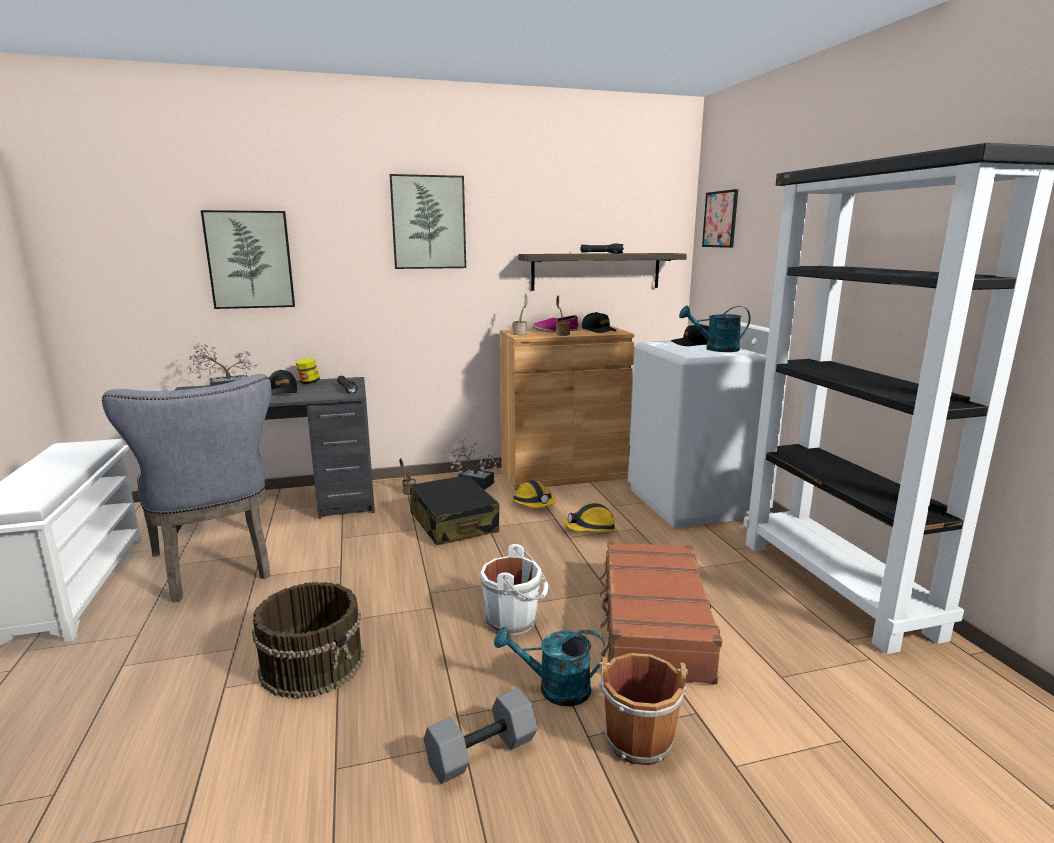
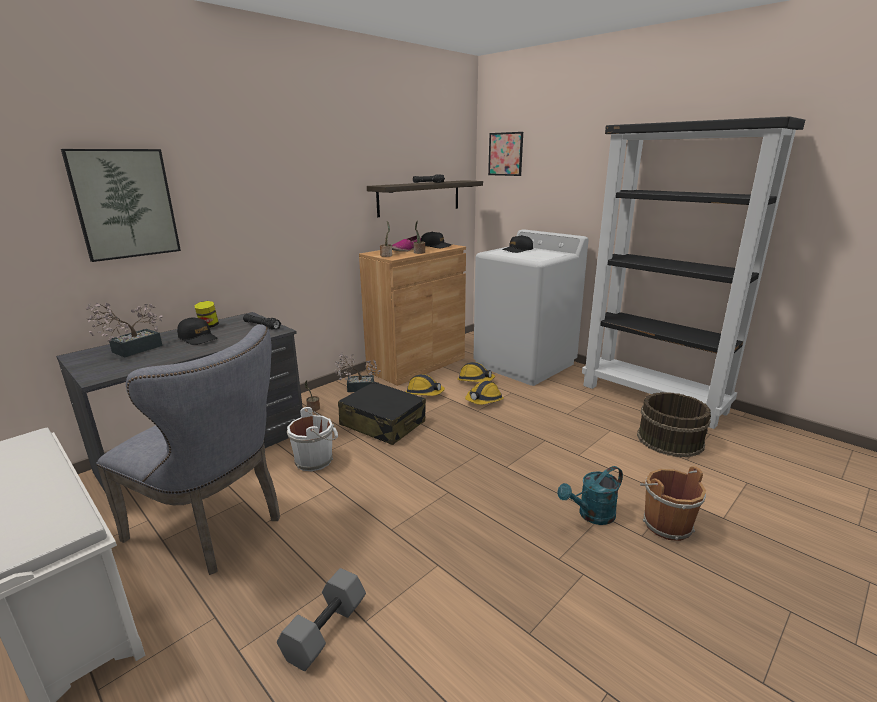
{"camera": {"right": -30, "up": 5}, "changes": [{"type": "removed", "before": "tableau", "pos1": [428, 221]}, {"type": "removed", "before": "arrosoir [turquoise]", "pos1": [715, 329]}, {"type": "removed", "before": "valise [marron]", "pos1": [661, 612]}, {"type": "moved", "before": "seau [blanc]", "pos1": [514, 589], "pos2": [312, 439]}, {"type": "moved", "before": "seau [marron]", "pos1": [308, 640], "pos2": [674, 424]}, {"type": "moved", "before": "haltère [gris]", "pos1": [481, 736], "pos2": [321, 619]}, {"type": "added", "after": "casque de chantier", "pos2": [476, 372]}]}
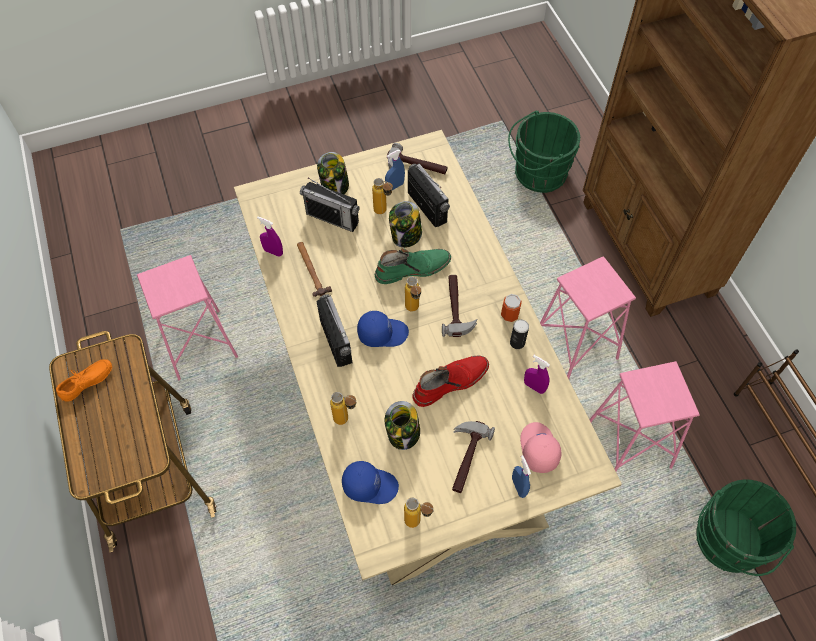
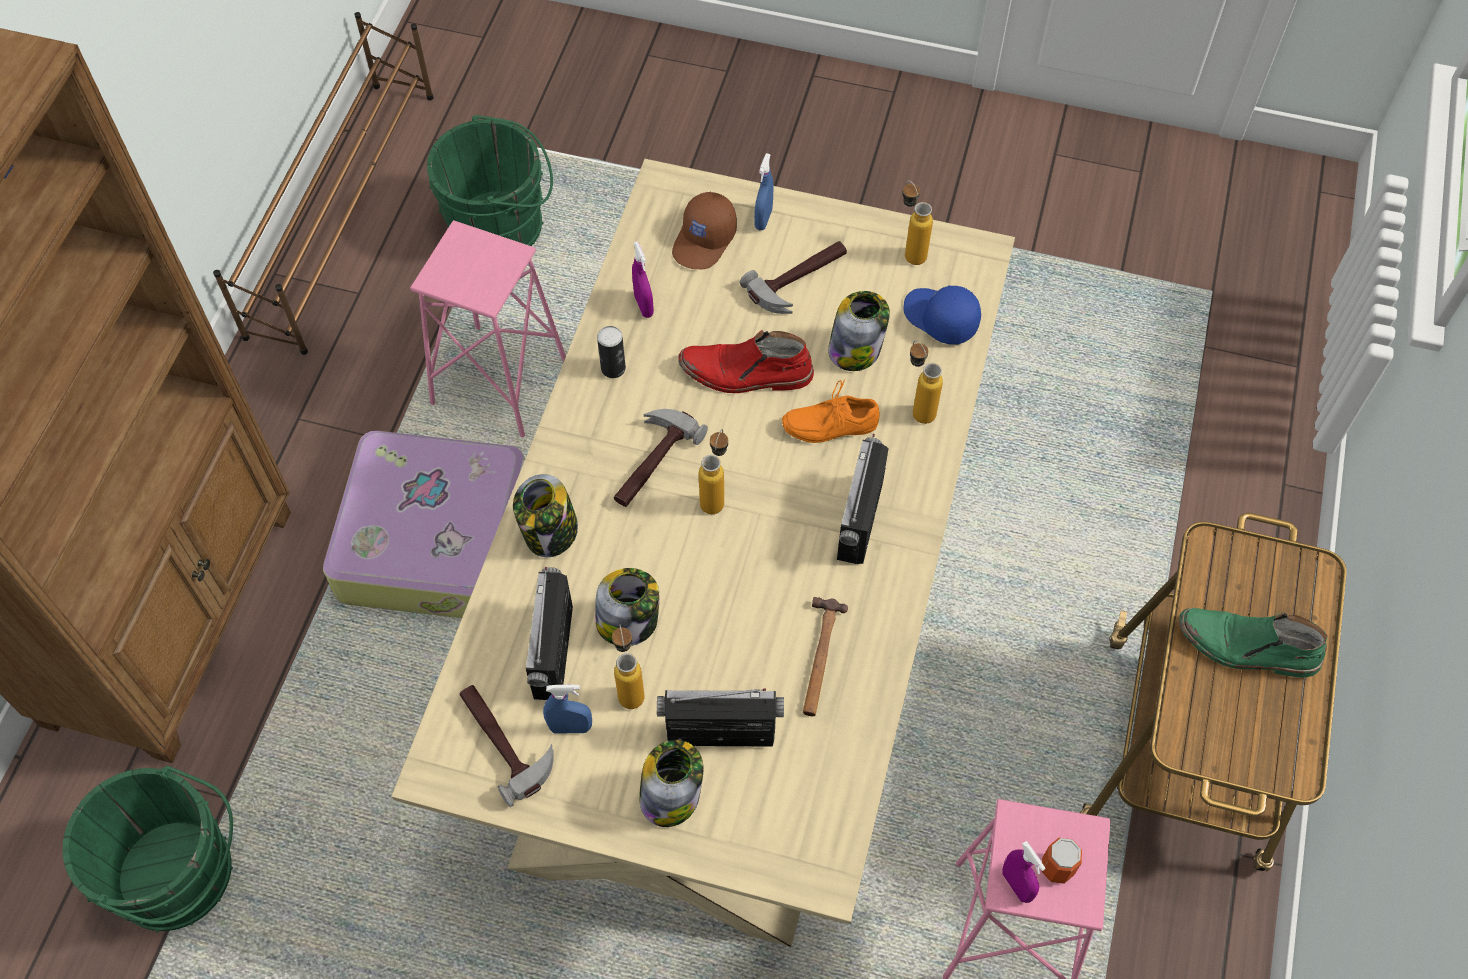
{"camera": {"right": -145, "up": 0}, "changes": [{"type": "turned", "before": "radio", "pos1": [330, 205], "pos2": [720, 717], "turn": -60}, {"type": "moved", "before": "vaporisateur [violet]", "pos1": [270, 236], "pos2": [1024, 872]}, {"type": "moved", "before": "botte [vert]", "pos1": [413, 266], "pos2": [1253, 643]}, {"type": "replaced", "before": "tabouret [rose]", "after": "valise", "pos1": [588, 317], "pos2": [424, 524]}, {"type": "moved", "before": "boîte métallique", "pos1": [511, 308], "pos2": [1062, 861]}, {"type": "removed", "before": "casquette [bleu]", "pos1": [383, 329]}, {"type": "moved", "before": "chaussure [orange]", "pos1": [84, 380], "pos2": [831, 411]}, {"type": "recoloured", "before": "casquette [rose]", "after": "casquette [marron]", "pos1": [540, 447], "pos2": [704, 230]}, {"type": "added", "after": "bocal", "pos2": [545, 515]}]}
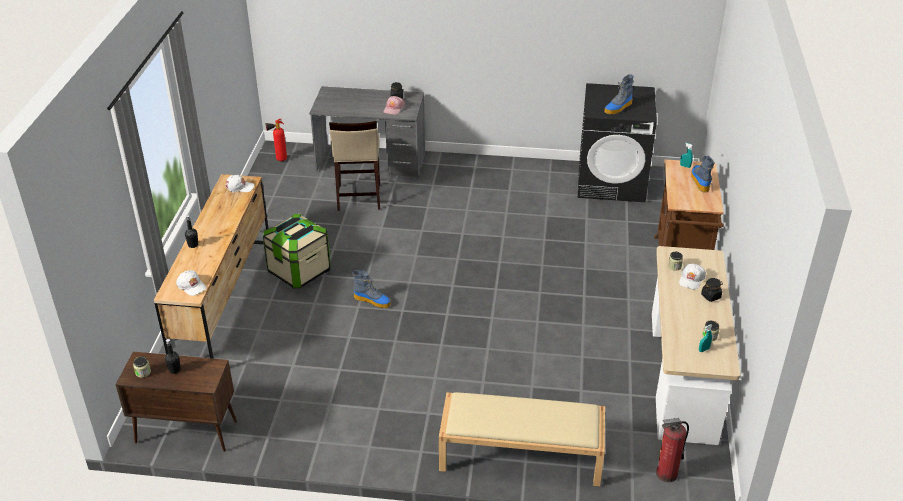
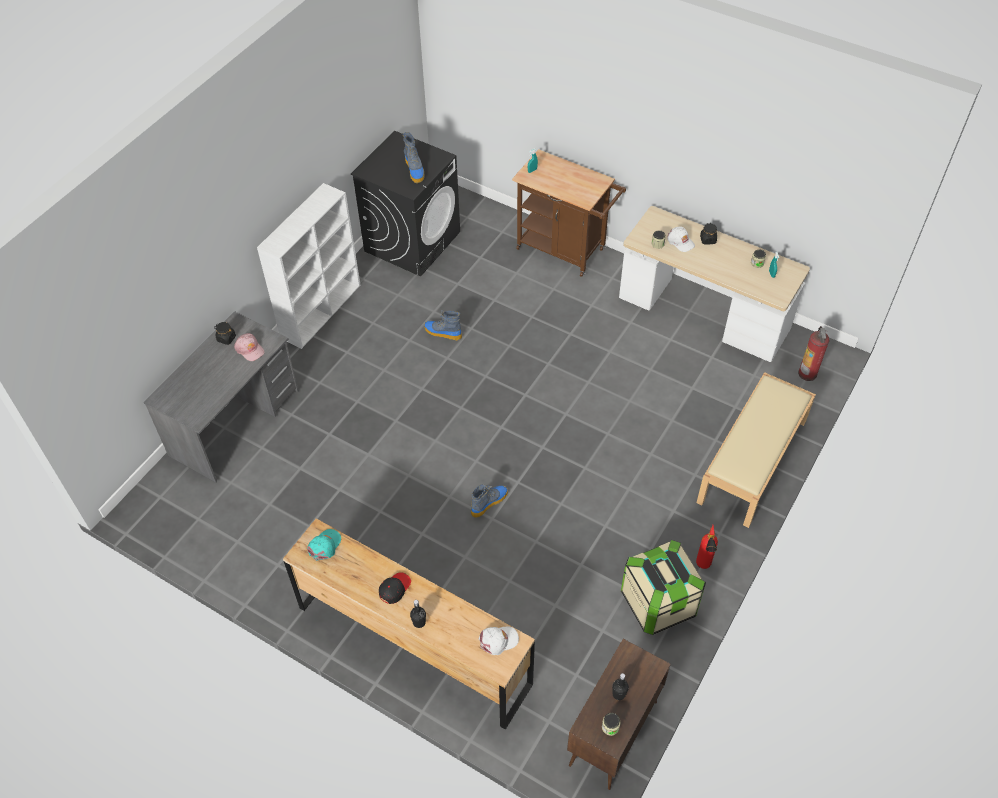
{"camera": {"right": -65, "up": 15}, "changes": [{"type": "moved", "before": "extincteur", "pos1": [276, 140], "pos2": [707, 547]}, {"type": "removed", "before": "tabouret [beige]", "pos1": [354, 166]}, {"type": "moved", "before": "botte", "pos1": [703, 174], "pos2": [443, 325]}, {"type": "recoloured", "before": "casquette [blanc]", "after": "casquette [turquoise]", "pos1": [239, 183], "pos2": [324, 545]}, {"type": "moved", "before": "boîte de rangement", "pos1": [297, 251], "pos2": [663, 587]}, {"type": "added", "after": "bibliothèque [blanc]", "pos2": [308, 266]}, {"type": "added", "after": "casquette [noir]", "pos2": [395, 588]}]}
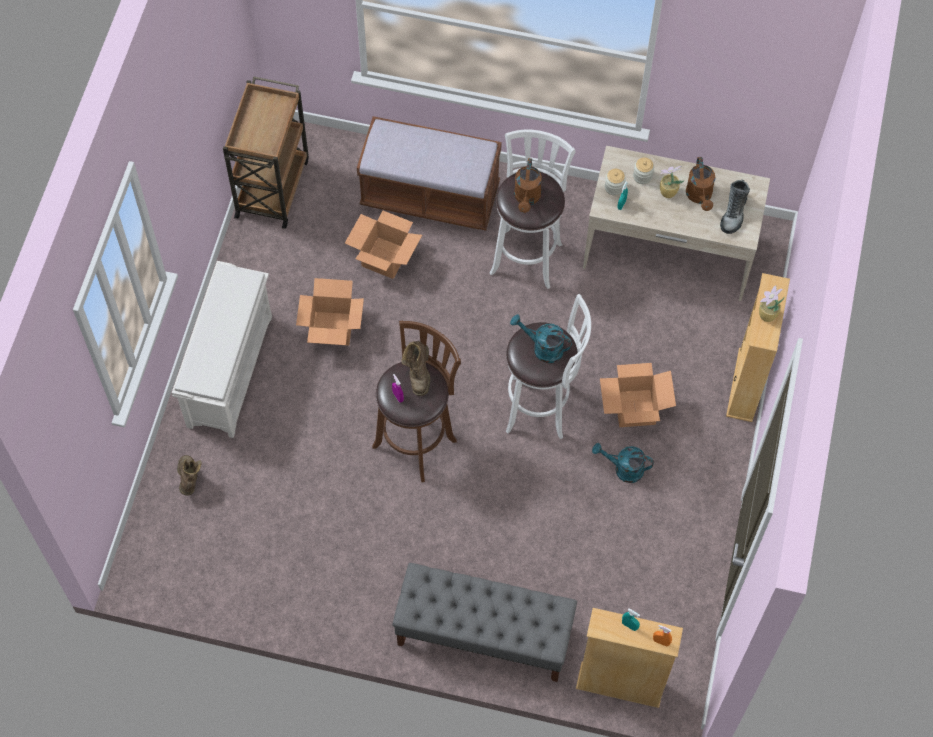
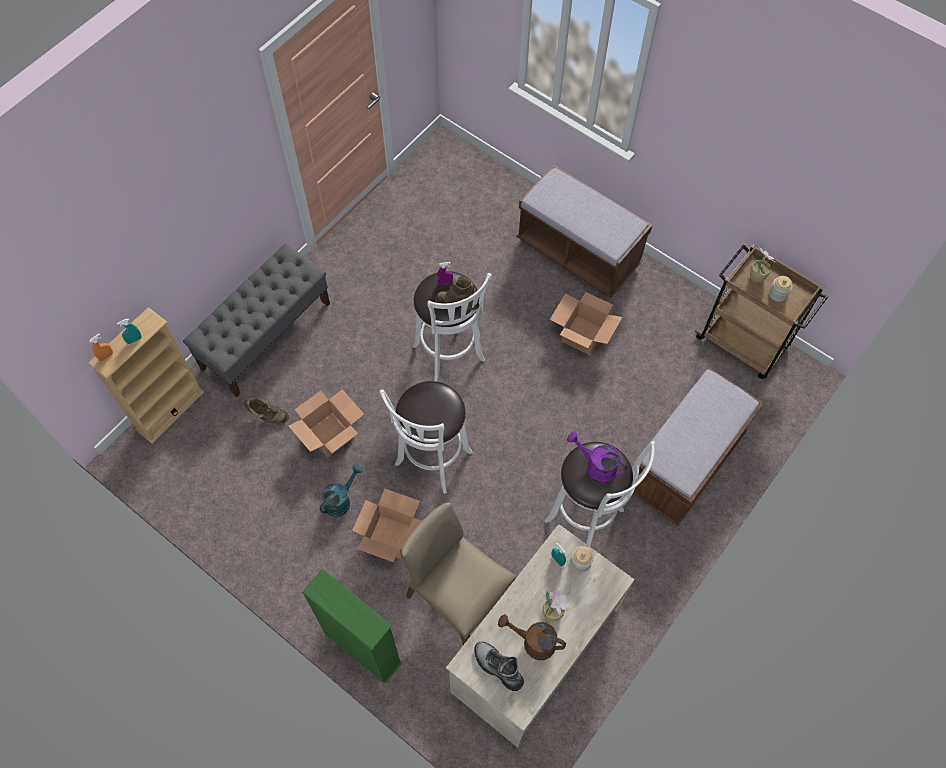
{"camera": {"right": 115, "up": 0}, "changes": [{"type": "recoloured", "before": "arrosoir [marron]", "after": "arrosoir [violet]", "pos1": [528, 185], "pos2": [597, 458]}, {"type": "moved", "before": "bocal", "pos1": [643, 171], "pos2": [781, 289]}, {"type": "moved", "before": "carton", "pos1": [383, 245], "pos2": [326, 424]}, {"type": "replaced", "before": "étagère à chaussures [blanc]", "after": "banc [marron]", "pos1": [222, 349], "pos2": [584, 230]}, {"type": "recoloured", "before": "bibliothèque [beige]", "after": "bibliothèque [vert]", "pos1": [758, 347], "pos2": [352, 626]}, {"type": "moved", "before": "plante en pot", "pos1": [772, 303], "pos2": [763, 265]}, {"type": "removed", "before": "arrosoir [turquoise]", "pos1": [541, 338]}, {"type": "recoloured", "before": "tabouret [marron]", "after": "tabouret [blanc]", "pos1": [416, 401], "pos2": [452, 326]}, {"type": "moved", "before": "botte [marron]", "pos1": [189, 475], "pos2": [266, 411]}, {"type": "added", "after": "chaise [beige]", "pos2": [458, 574]}]}
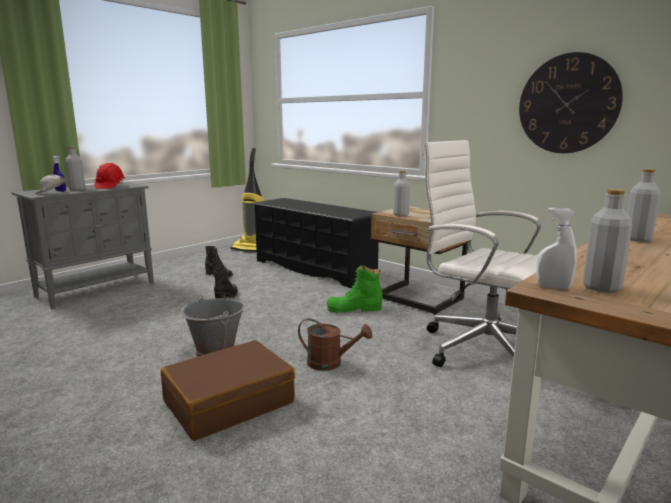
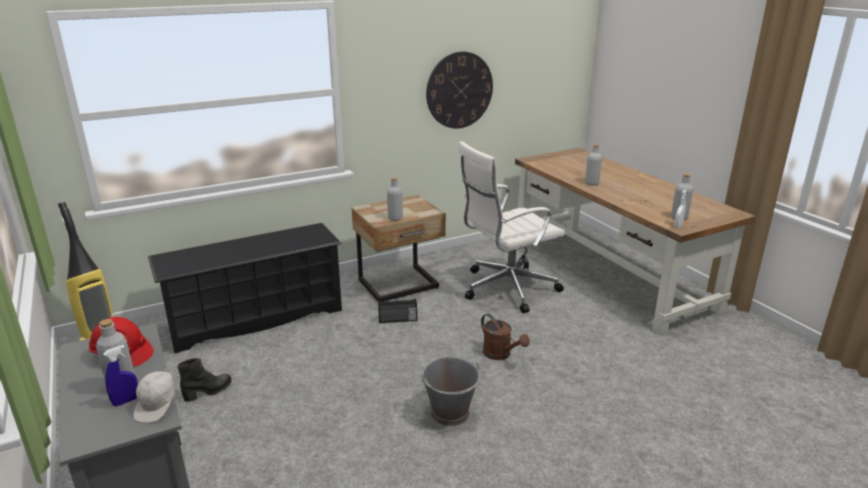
{"camera": {"right": -70, "up": 10}, "changes": [{"type": "replaced", "before": "botte [vert]", "after": "radio", "pos1": [355, 289], "pos2": [397, 311]}, {"type": "removed", "before": "botte [noir]", "pos1": [226, 282]}, {"type": "turned", "before": "arrosoir [marron]", "pos1": [335, 344], "pos2": [505, 337], "turn": 105}, {"type": "removed", "before": "valise [marron]", "pos1": [227, 390]}]}
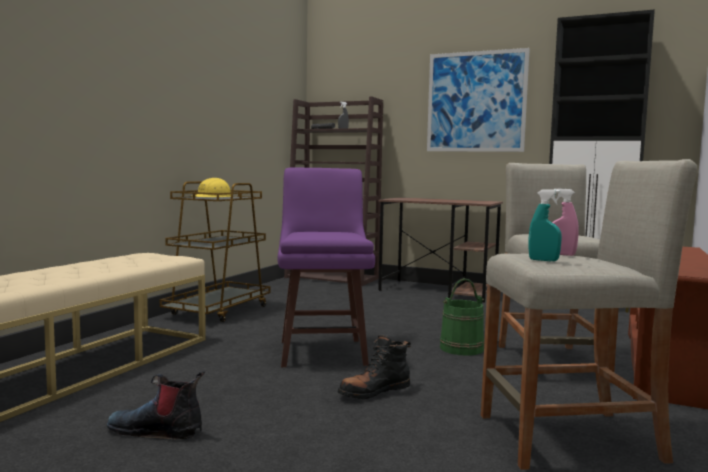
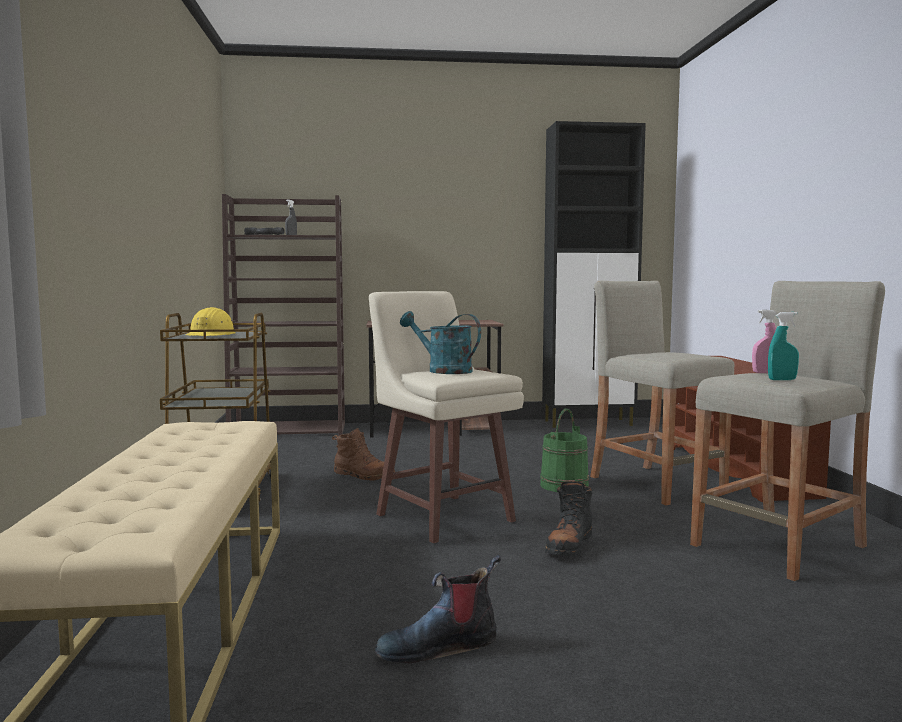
{"camera": {"right": -30, "up": 0}, "changes": [{"type": "removed", "before": "tableau", "pos1": [478, 100]}, {"type": "recoloured", "before": "tabouret [violet]", "after": "tabouret [beige]", "pos1": [326, 267], "pos2": [446, 417]}, {"type": "added", "after": "arrosoir [turquoise]", "pos2": [440, 342]}, {"type": "added", "after": "botte [marron]", "pos2": [363, 454]}]}
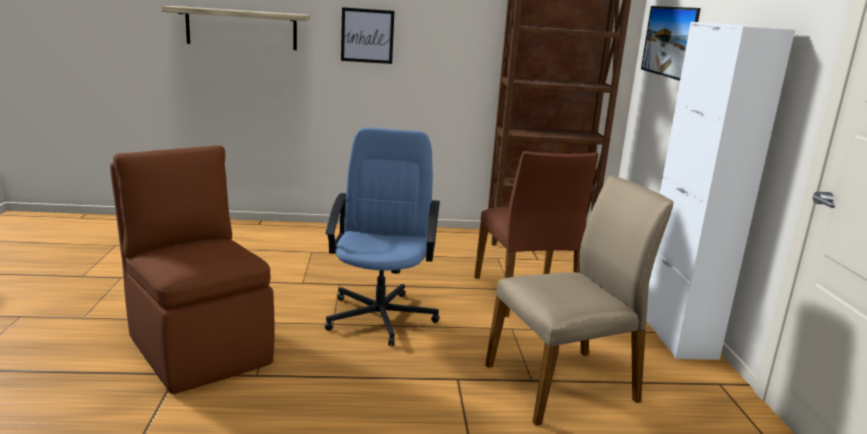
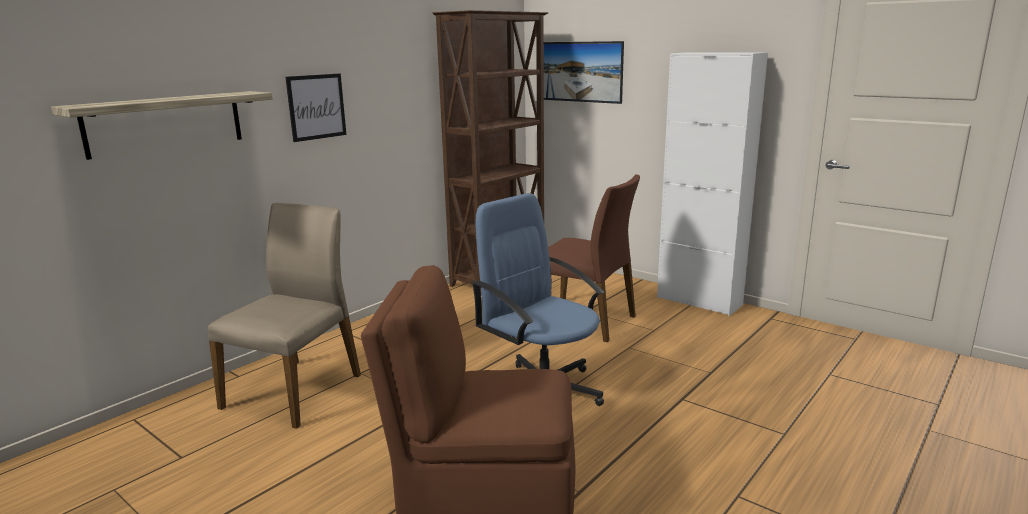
{"camera": {"right": -45, "up": 0}, "changes": [{"type": "moved", "before": "chaise [beige]", "pos1": [579, 300], "pos2": [284, 316]}]}
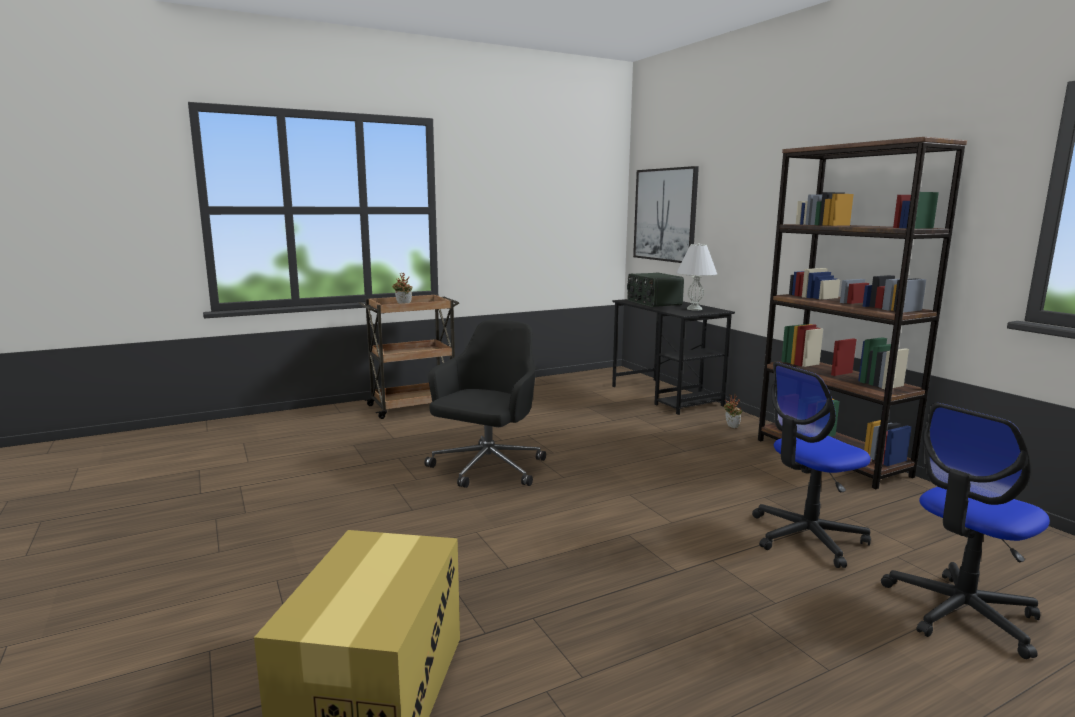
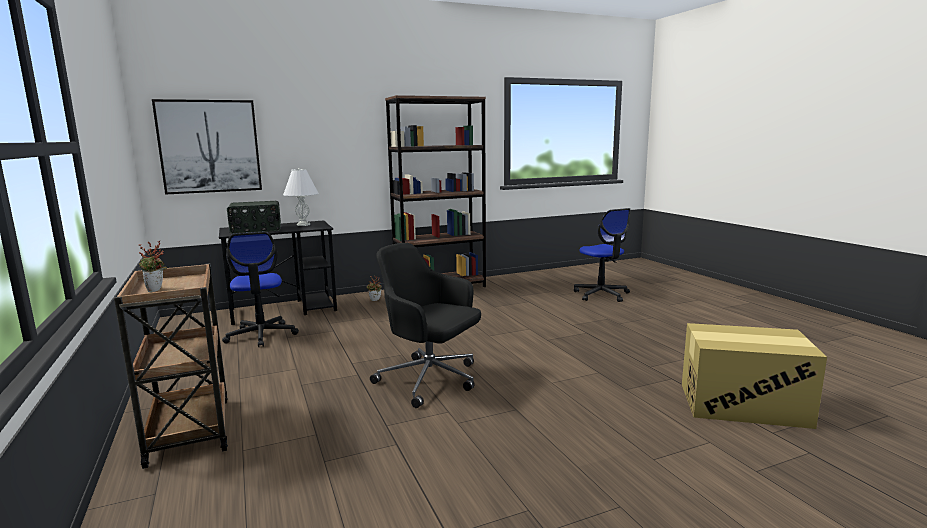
{"camera": {"right": -85, "up": 0}, "changes": [{"type": "moved", "before": "chaise de bureau", "pos1": [811, 465], "pos2": [260, 289]}]}
